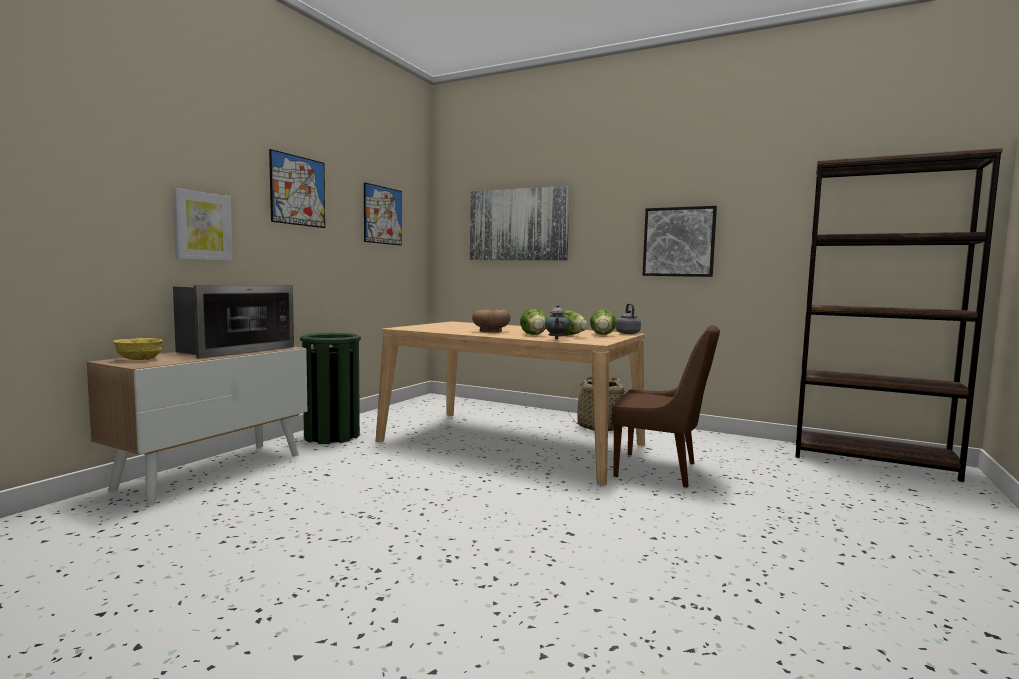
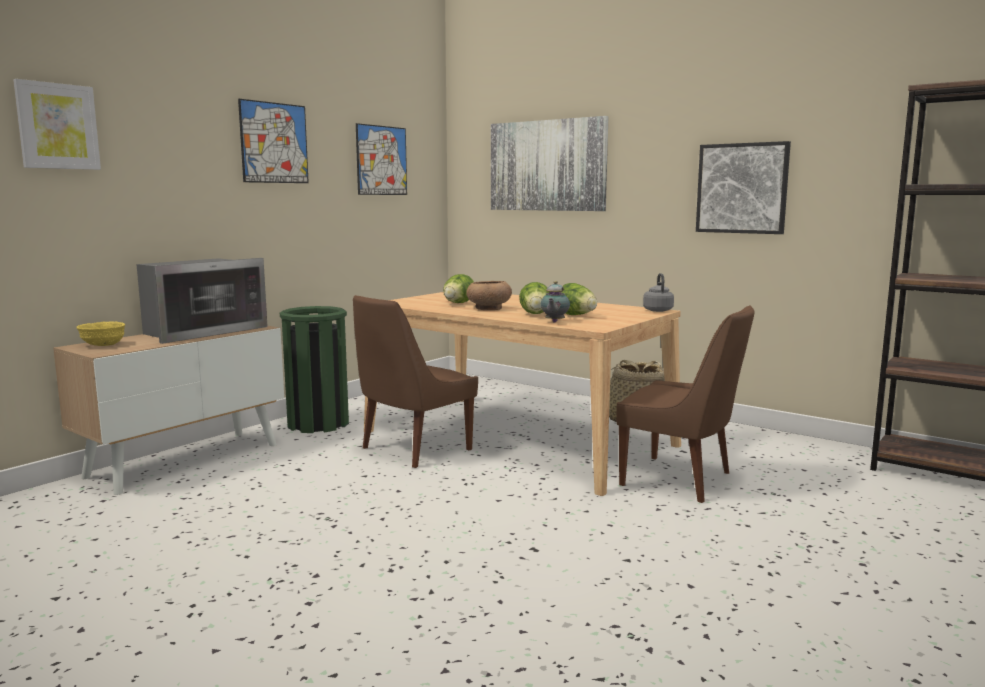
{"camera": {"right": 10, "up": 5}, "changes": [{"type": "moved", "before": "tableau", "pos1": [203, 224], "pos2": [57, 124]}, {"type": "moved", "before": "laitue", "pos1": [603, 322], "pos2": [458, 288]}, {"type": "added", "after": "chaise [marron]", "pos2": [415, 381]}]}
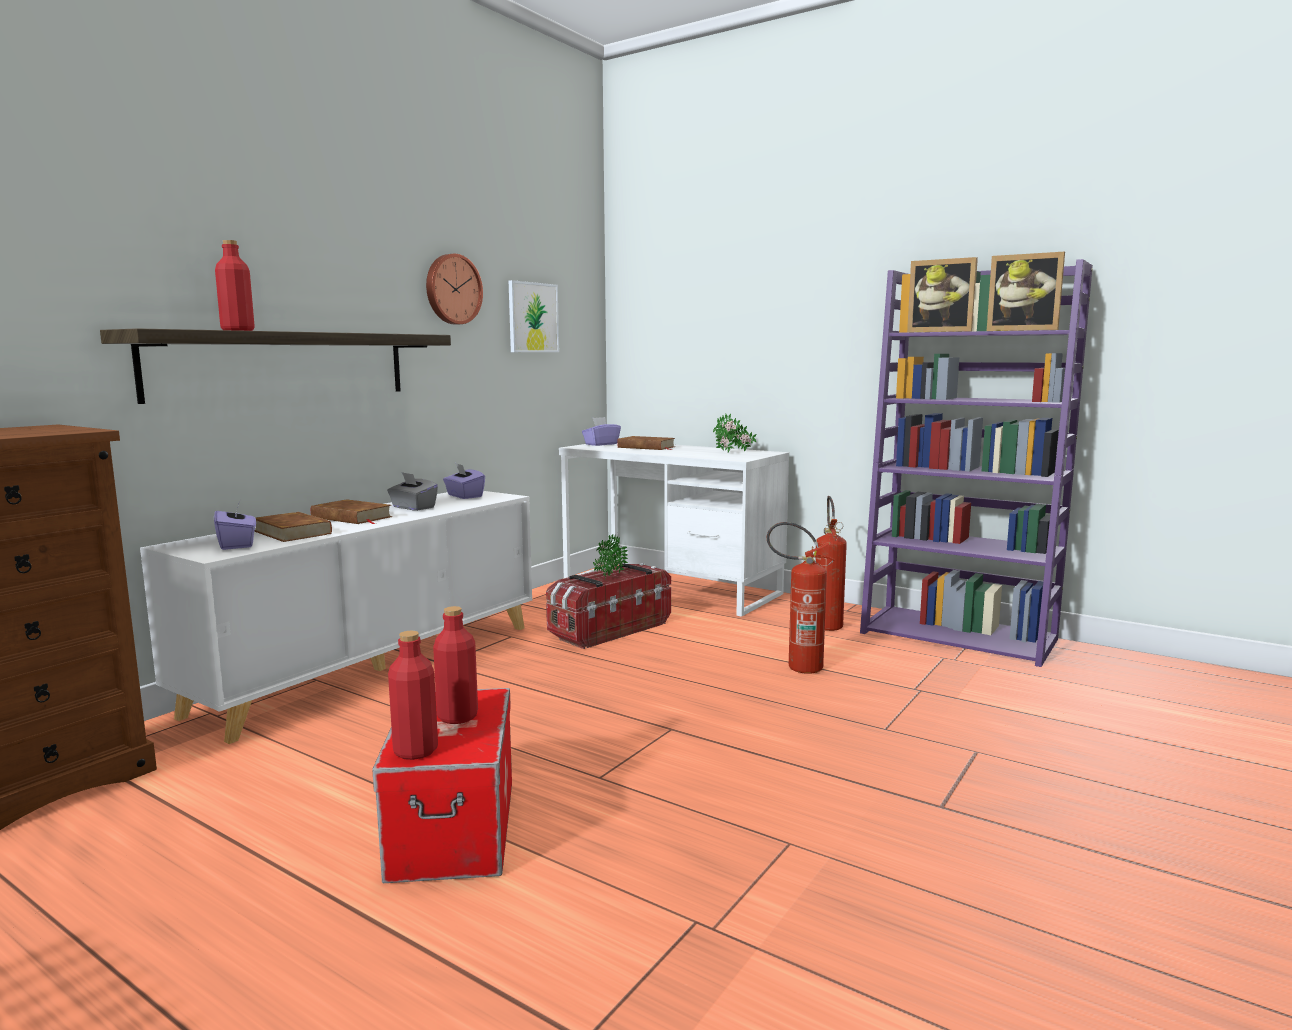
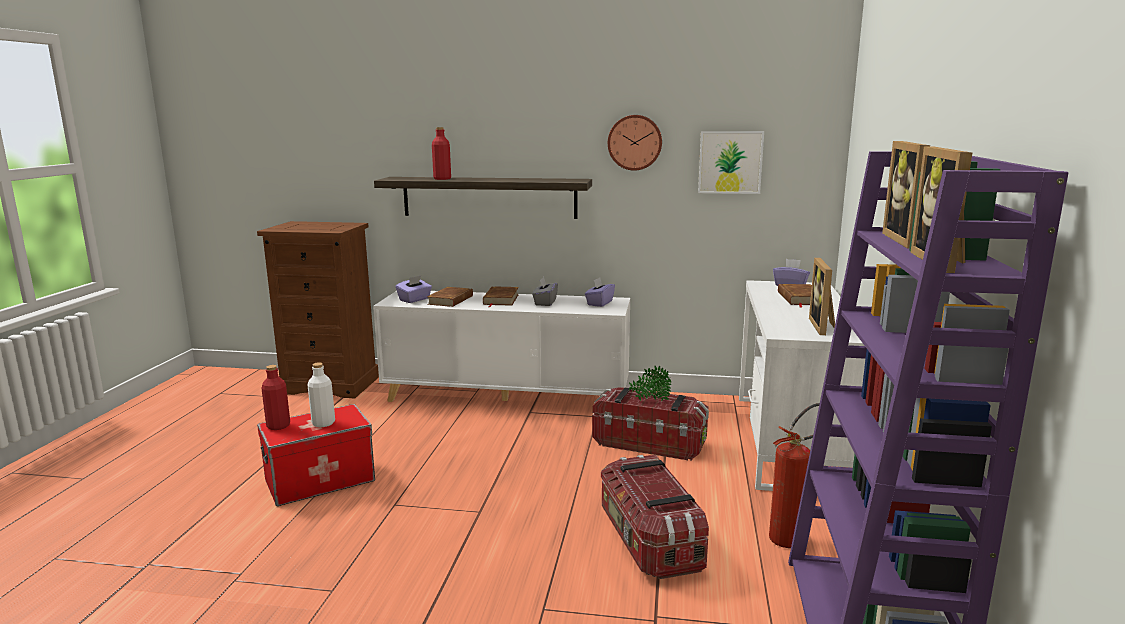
{"camera": {"right": 65, "up": 5}, "changes": [{"type": "replaced", "before": "plante en pot", "after": "cadre photo", "pos1": [735, 433], "pos2": [822, 296]}, {"type": "replaced", "before": "extincteur", "after": "boîte de rangement", "pos1": [800, 598], "pos2": [655, 517]}, {"type": "recoloured", "before": "bouteille [rouge]", "after": "bouteille [blanc]", "pos1": [455, 665], "pos2": [321, 394]}]}
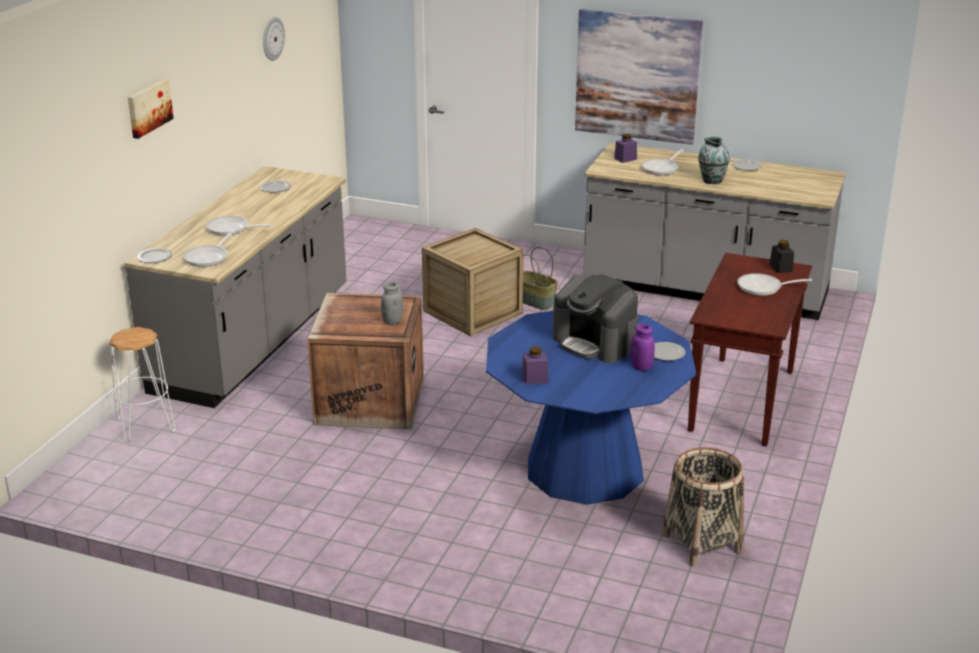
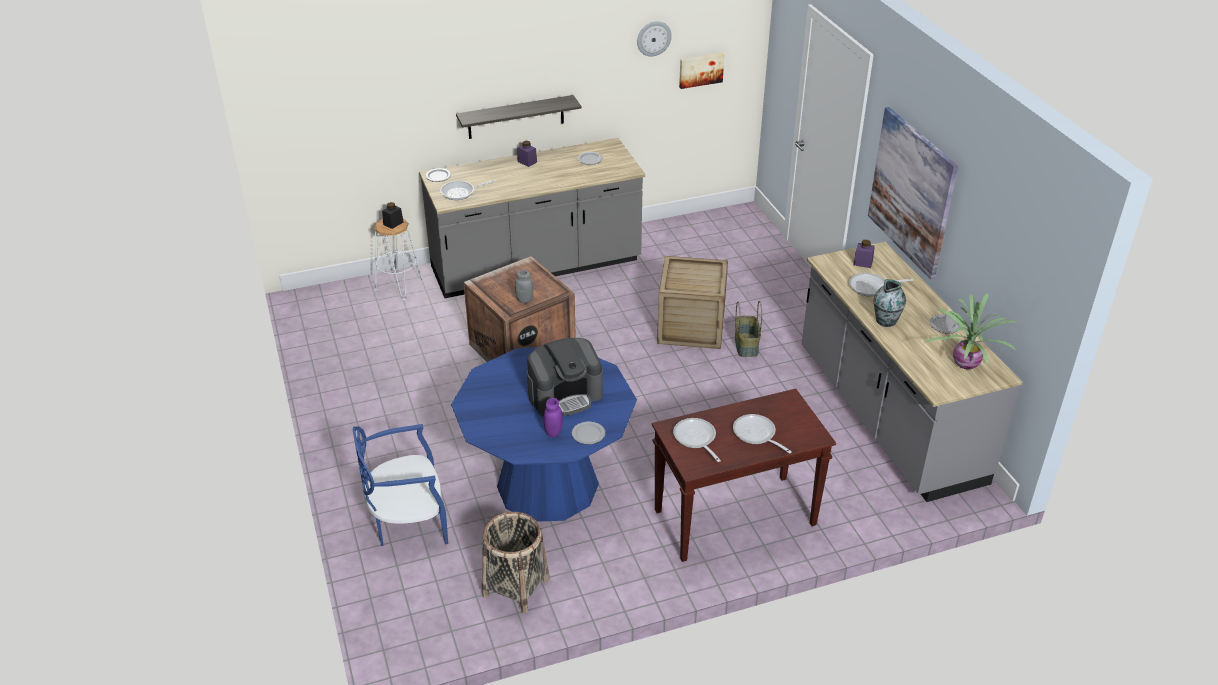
{"camera": {"right": 50, "up": 10}, "changes": [{"type": "moved", "before": "tableau", "pos1": [151, 109], "pos2": [701, 71]}, {"type": "moved", "before": "poêle", "pos1": [239, 226], "pos2": [697, 440]}, {"type": "moved", "before": "bocal [noir]", "pos1": [781, 256], "pos2": [393, 215]}, {"type": "turned", "before": "machine à café", "pos1": [595, 318], "pos2": [565, 377], "turn": -120}, {"type": "moved", "before": "bocal [violet]", "pos1": [535, 365], "pos2": [527, 154]}, {"type": "added", "after": "étagère", "pos2": [518, 117]}, {"type": "added", "after": "plante en pot", "pos2": [970, 331]}, {"type": "added", "after": "chaise [bleu]", "pos2": [400, 485]}]}
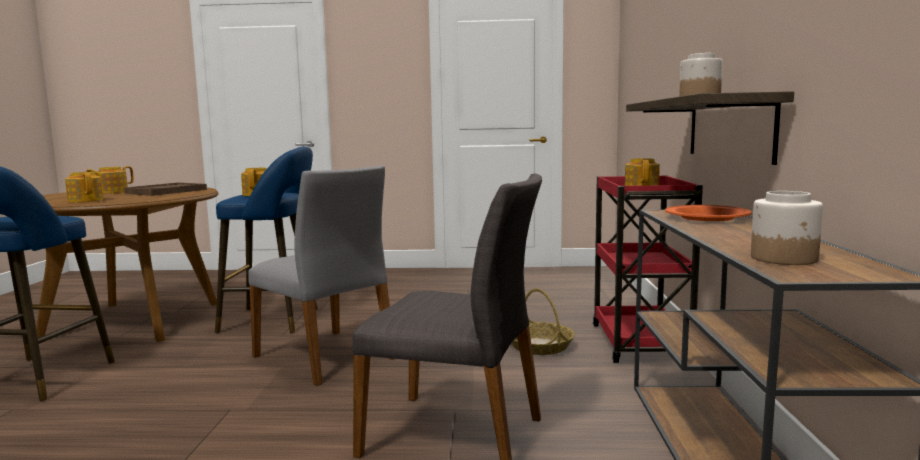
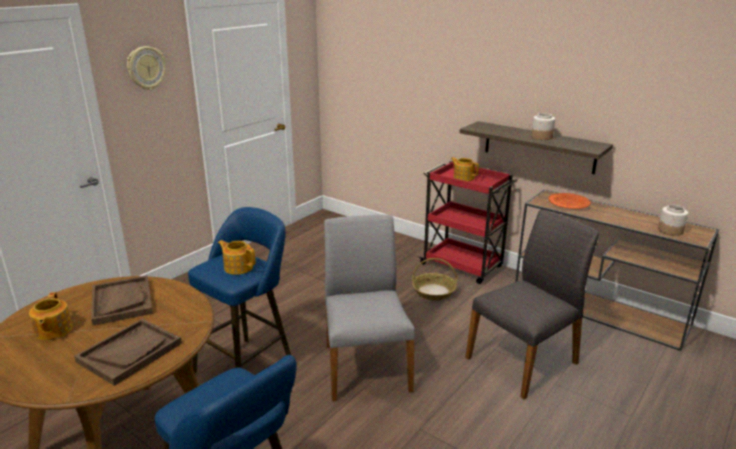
{"camera": {"right": -55, "up": 15}, "changes": [{"type": "turned", "before": "chaise [gris]", "pos1": [321, 275], "pos2": [369, 308], "turn": -90}, {"type": "replaced", "before": "théière", "after": "plateau [marron]", "pos1": [84, 187], "pos2": [128, 352]}, {"type": "added", "after": "horloge murale", "pos2": [146, 68]}]}
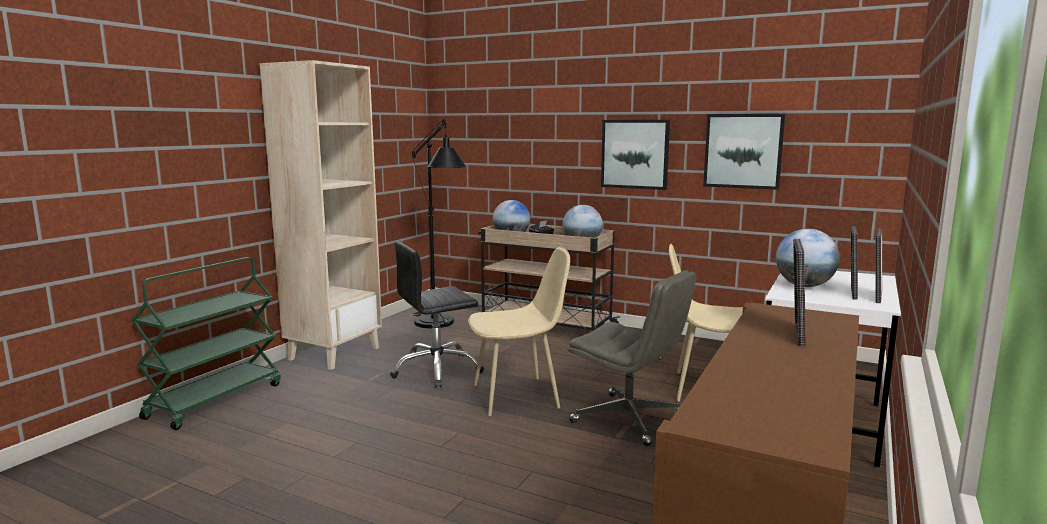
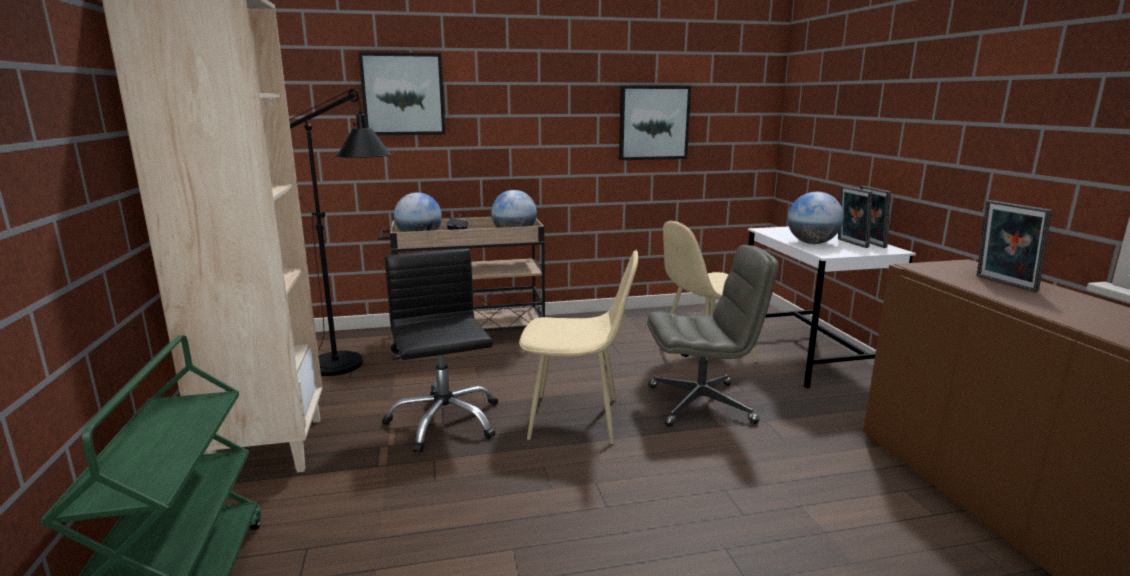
{"camera": {"right": -40, "up": 5}, "changes": [{"type": "moved", "before": "tableau", "pos1": [635, 155], "pos2": [402, 93]}, {"type": "turned", "before": "chaise de bureau [noir]", "pos1": [437, 314], "pos2": [440, 351], "turn": 135}, {"type": "turned", "before": "chaise [beige]", "pos1": [519, 331], "pos2": [578, 347], "turn": 60}]}
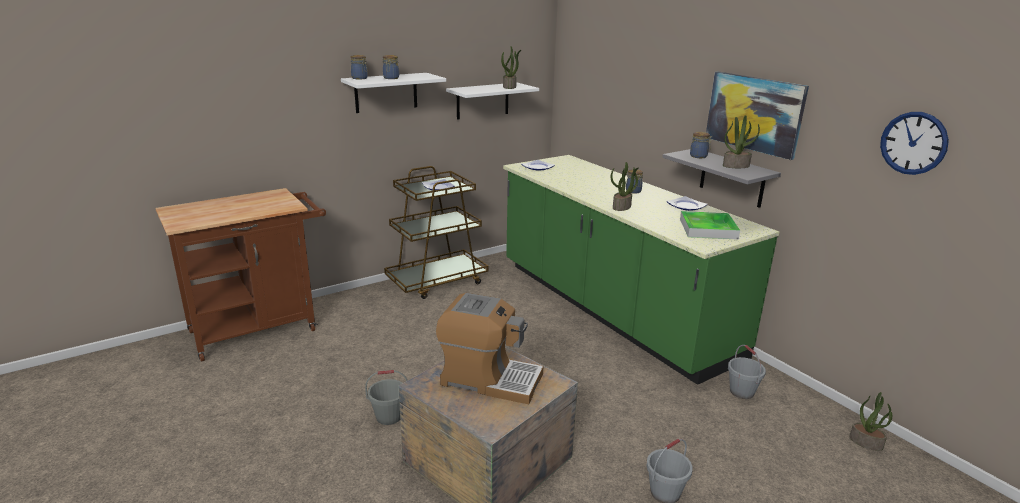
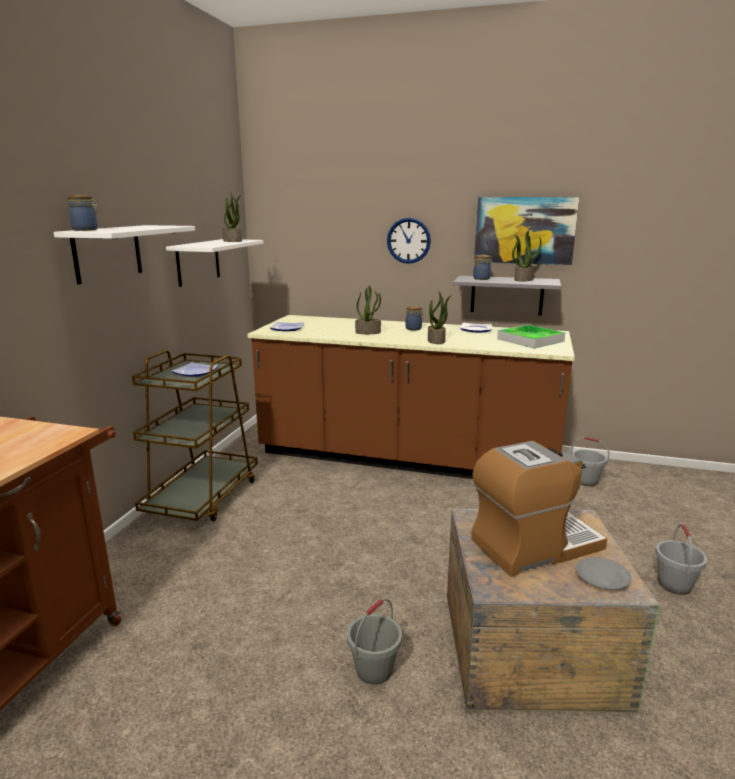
{"camera": {"right": -40, "up": -5}, "changes": [{"type": "removed", "before": "bocal", "pos1": [391, 67]}, {"type": "moved", "before": "horloge murale", "pos1": [914, 143], "pos2": [409, 241]}, {"type": "recoloured", "before": "comptoir de cuisine [vert]", "after": "comptoir de cuisine [marron]", "pos1": [641, 270], "pos2": [411, 397]}, {"type": "moved", "before": "plante en pot", "pos1": [870, 421], "pos2": [368, 309]}, {"type": "added", "after": "assiette [gris]", "pos2": [603, 573]}]}
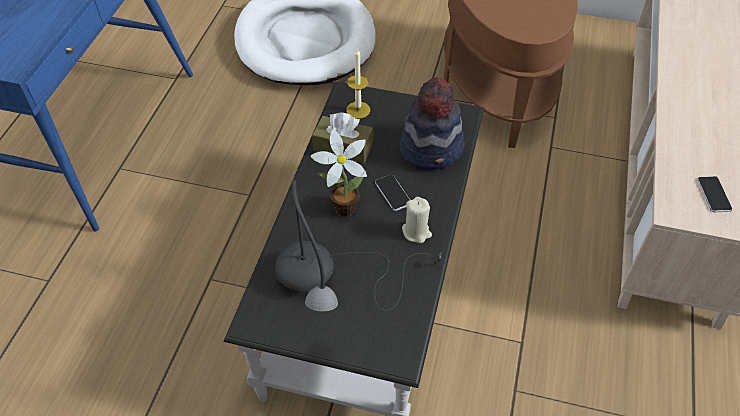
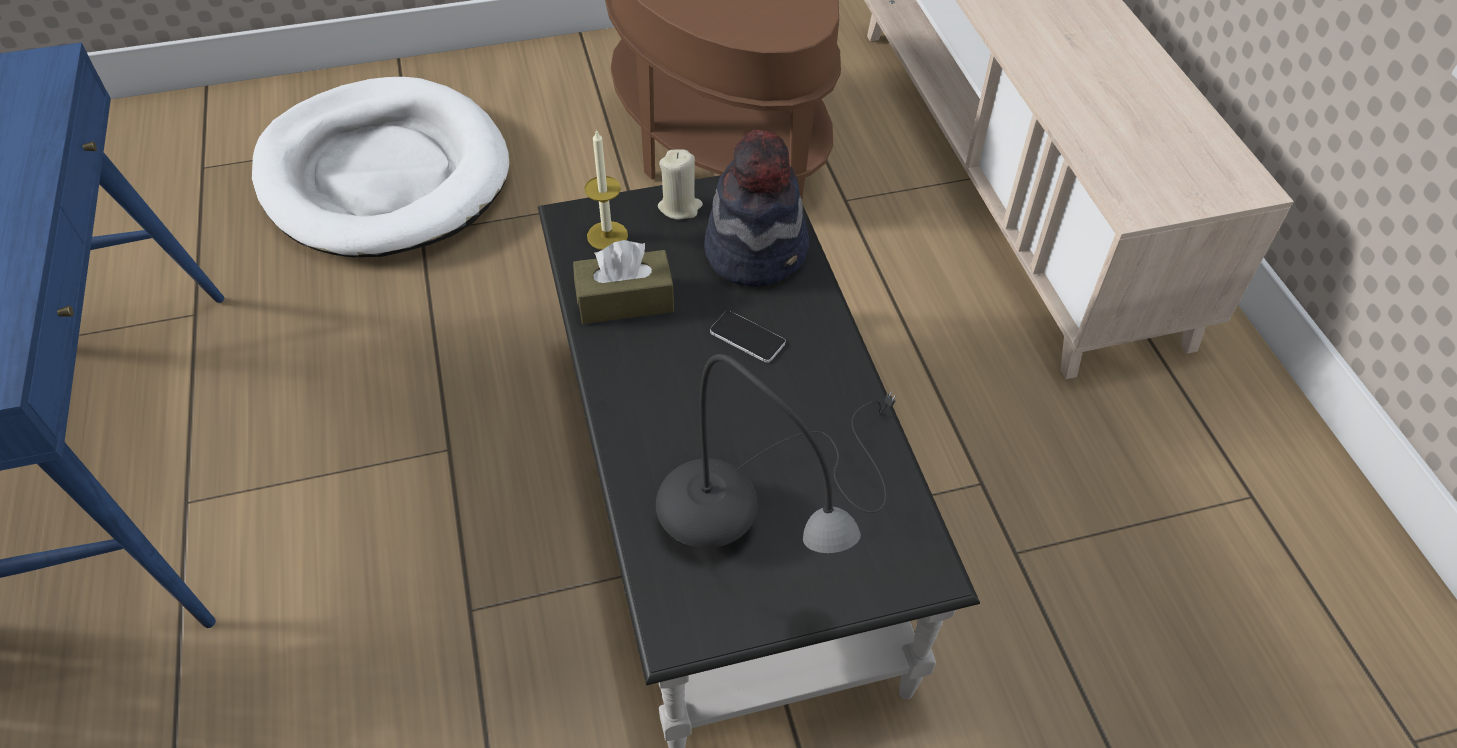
{"camera": {"right": -30, "up": 0}, "changes": [{"type": "removed", "before": "plante en pot", "pos1": [339, 173]}, {"type": "removed", "before": "téléphone", "pos1": [715, 194]}, {"type": "moved", "before": "bougie [beige]", "pos1": [417, 220], "pos2": [680, 184]}]}
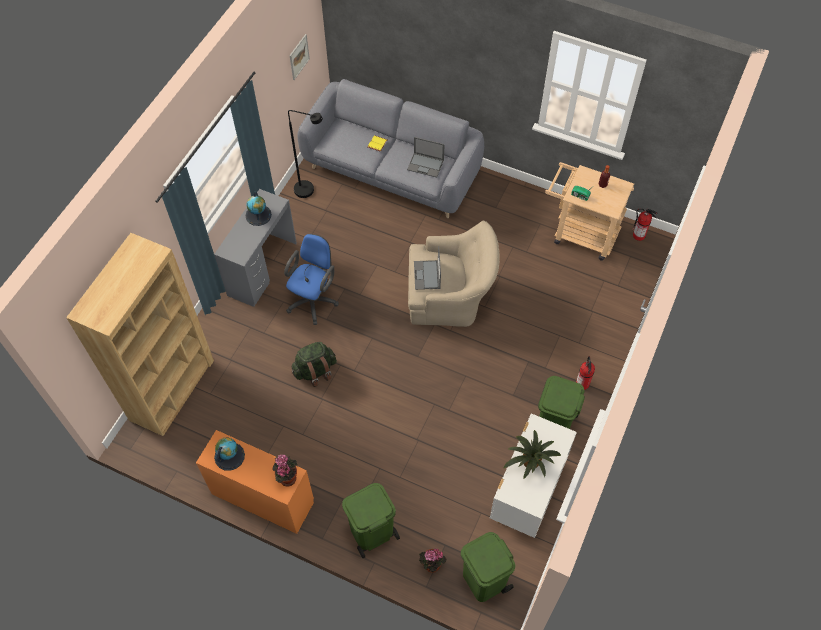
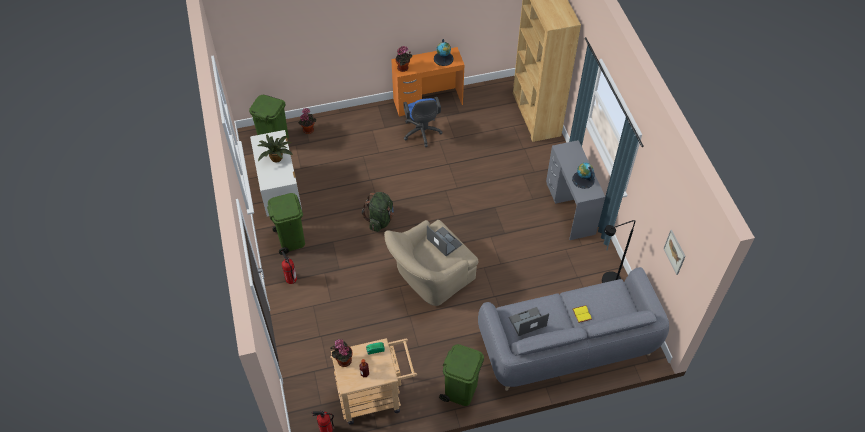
{"camera": {"right": 140, "up": -5}, "changes": [{"type": "moved", "before": "chaise de bureau [bleu]", "pos1": [311, 279], "pos2": [422, 122]}, {"type": "moved", "before": "sac à dos [vert]", "pos1": [314, 364], "pos2": [378, 212]}, {"type": "moved", "before": "poubelle [vert]", "pos1": [371, 520], "pos2": [461, 375]}, {"type": "added", "after": "plante en pot", "pos2": [341, 353]}]}
